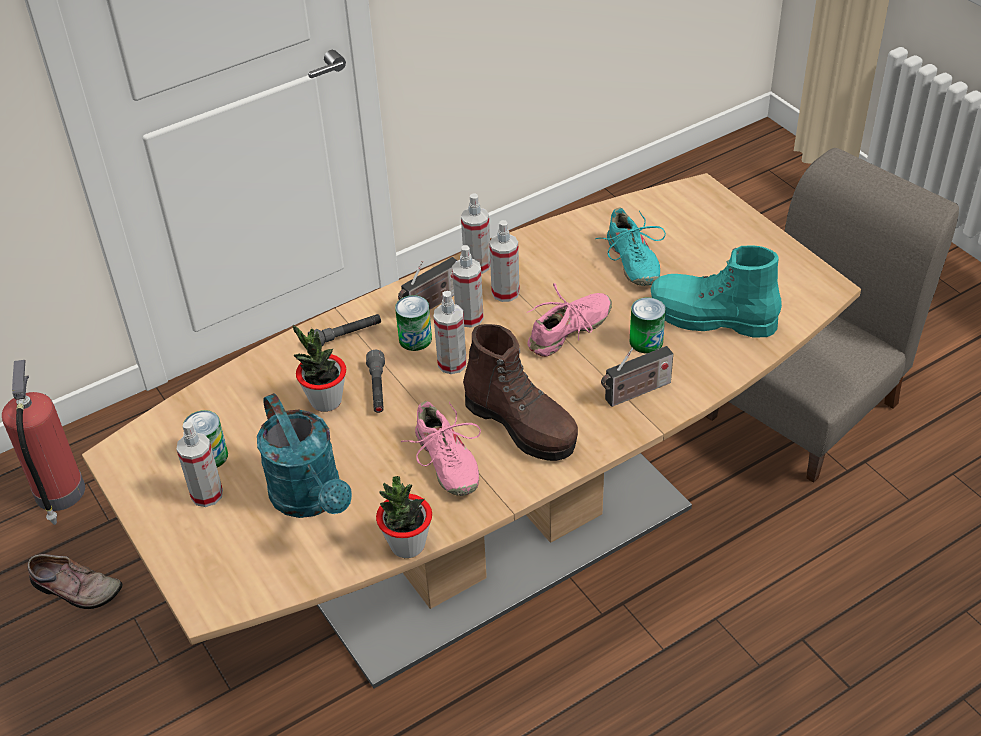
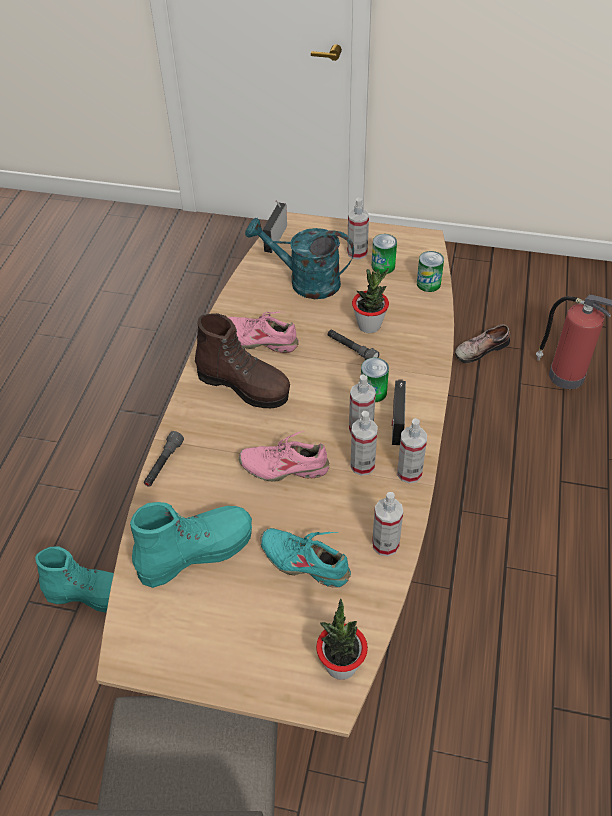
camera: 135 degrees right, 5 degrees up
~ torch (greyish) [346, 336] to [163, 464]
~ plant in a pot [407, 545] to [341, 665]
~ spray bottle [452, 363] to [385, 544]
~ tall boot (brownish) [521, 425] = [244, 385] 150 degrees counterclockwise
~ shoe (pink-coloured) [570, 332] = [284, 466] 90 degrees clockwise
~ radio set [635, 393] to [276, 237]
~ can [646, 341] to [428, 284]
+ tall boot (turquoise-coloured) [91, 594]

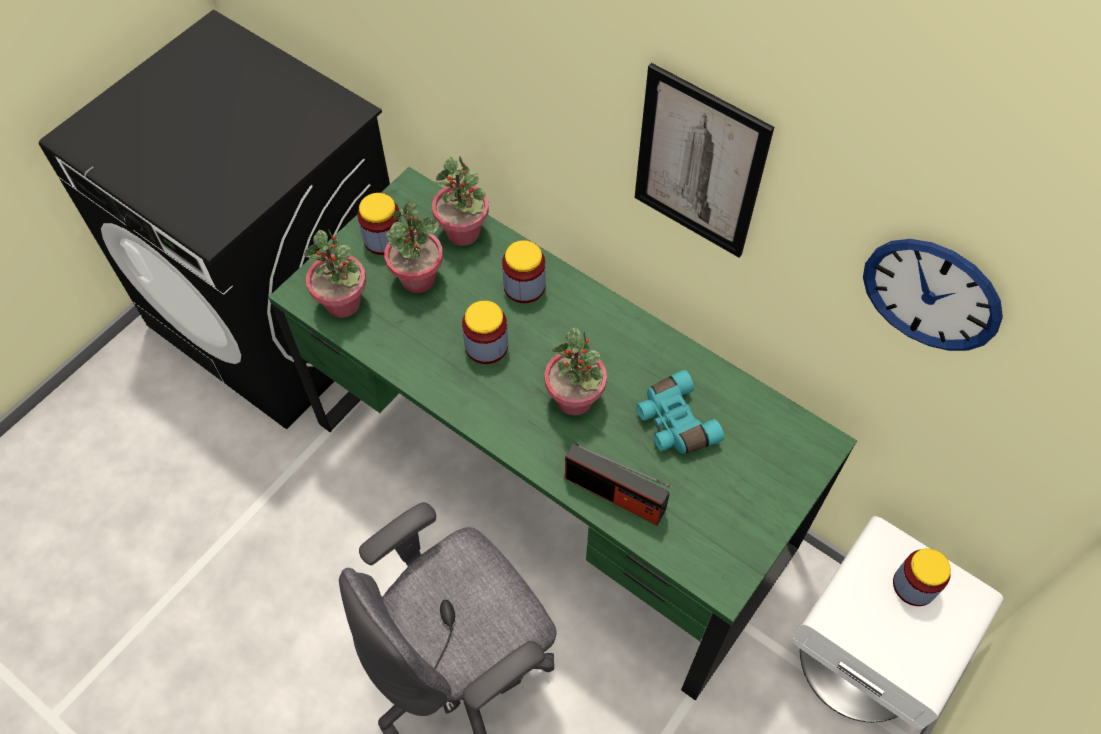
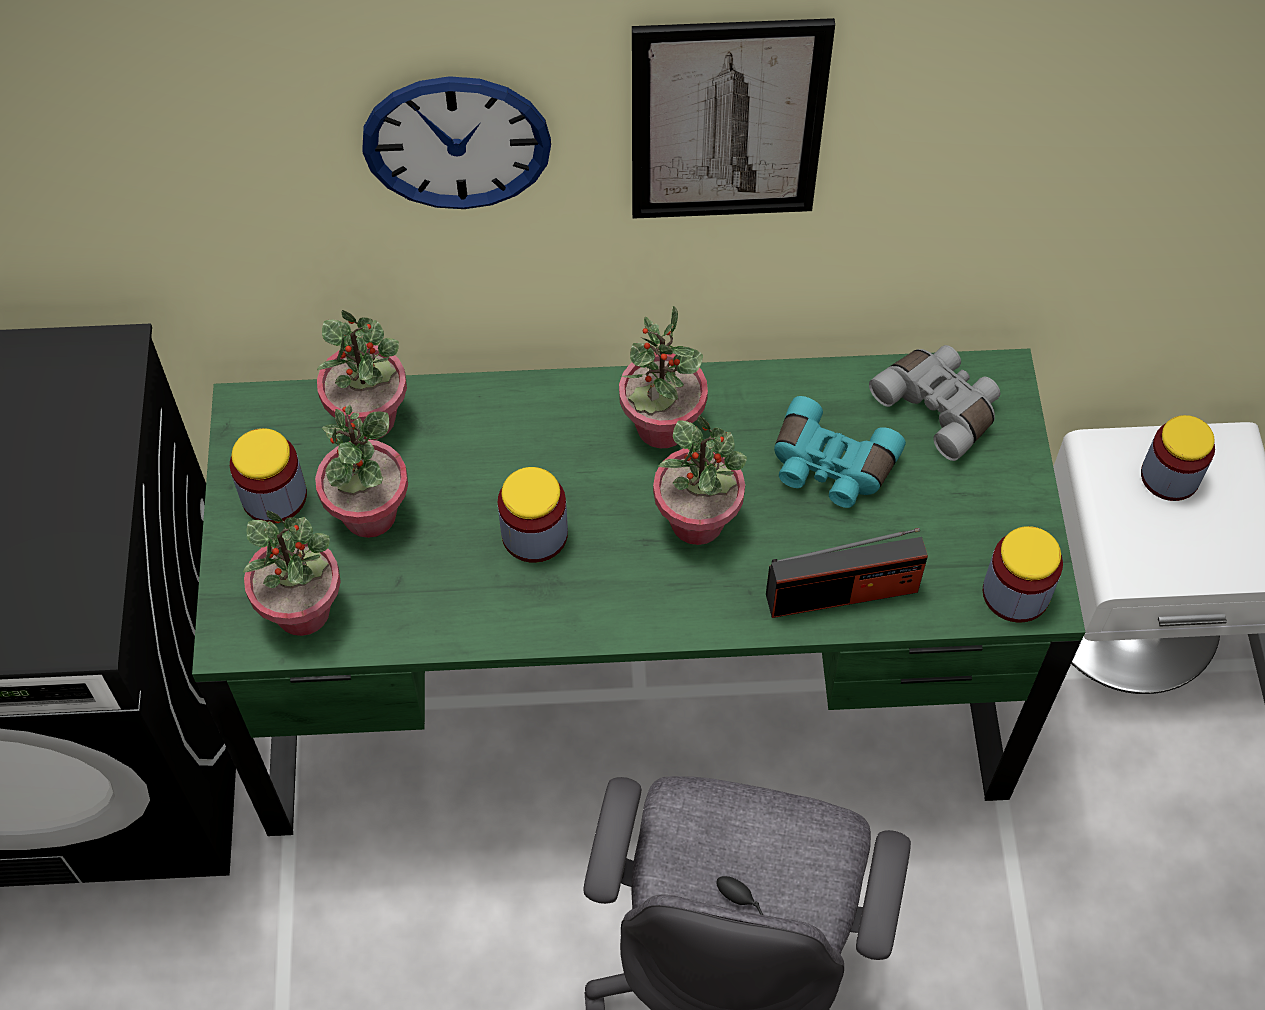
camera: 40 degrees left, 0 degrees up
~ storage jar [524, 286] to [1016, 593]
~ hanging clock [931, 294] to [456, 142]
+ plant in a pot [661, 427]
+ pair of binoculars (greyish) [940, 406]

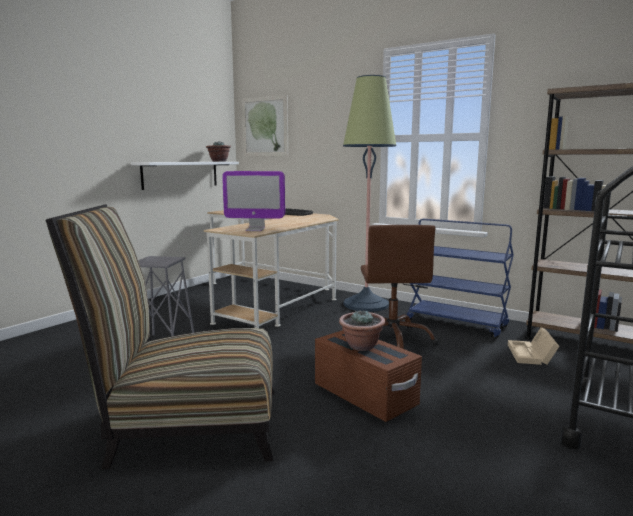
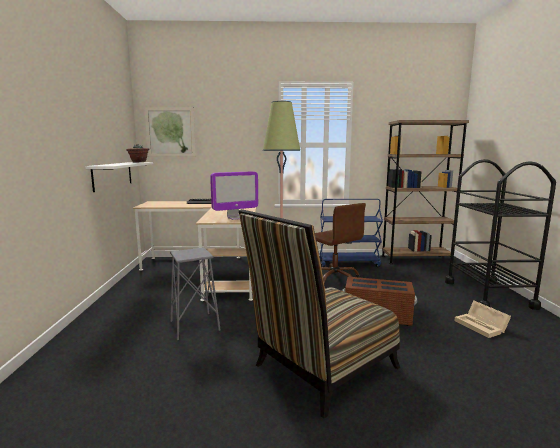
camera: 35 degrees left, 0 degrees up
- plant in a pot [361, 346]
~ storage container (beige-coloured) [531, 355] to [482, 326]

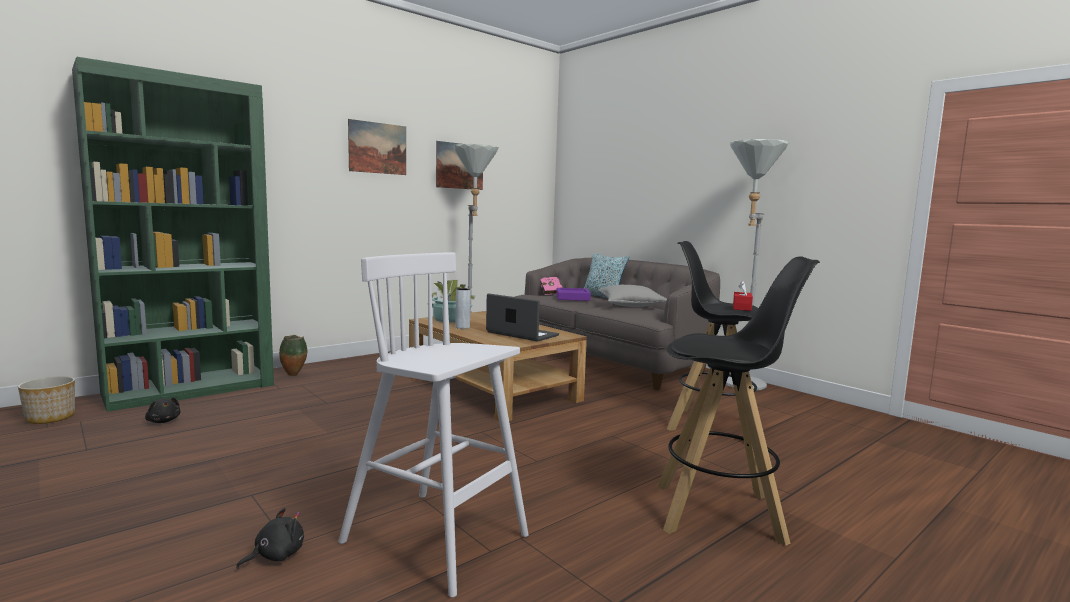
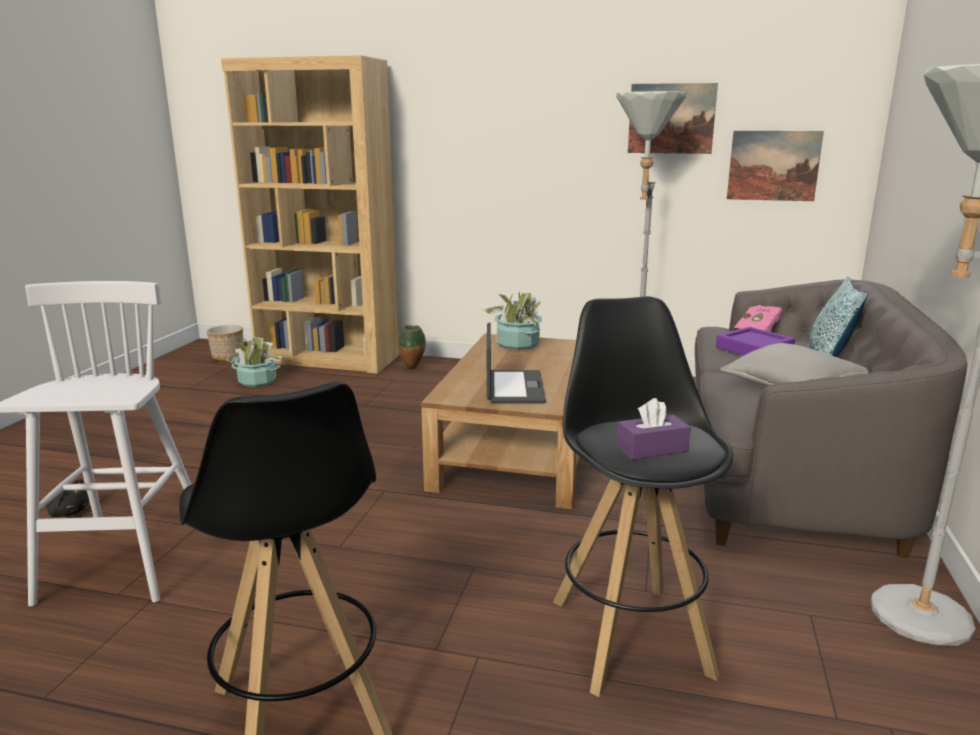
camera: 55 degrees right, 10 degrees up
~ bookshelf (green-coloured) [191, 389] to bookshelf (brownish) [328, 359]
~ plush toy (blackish) [163, 421] to plant in a pot [257, 381]
~ picture [377, 148] to [773, 165]
- flower vase (greyish) [462, 327]
~ box of tissues (red) [742, 307] to box of tissues (purplish) [652, 449]

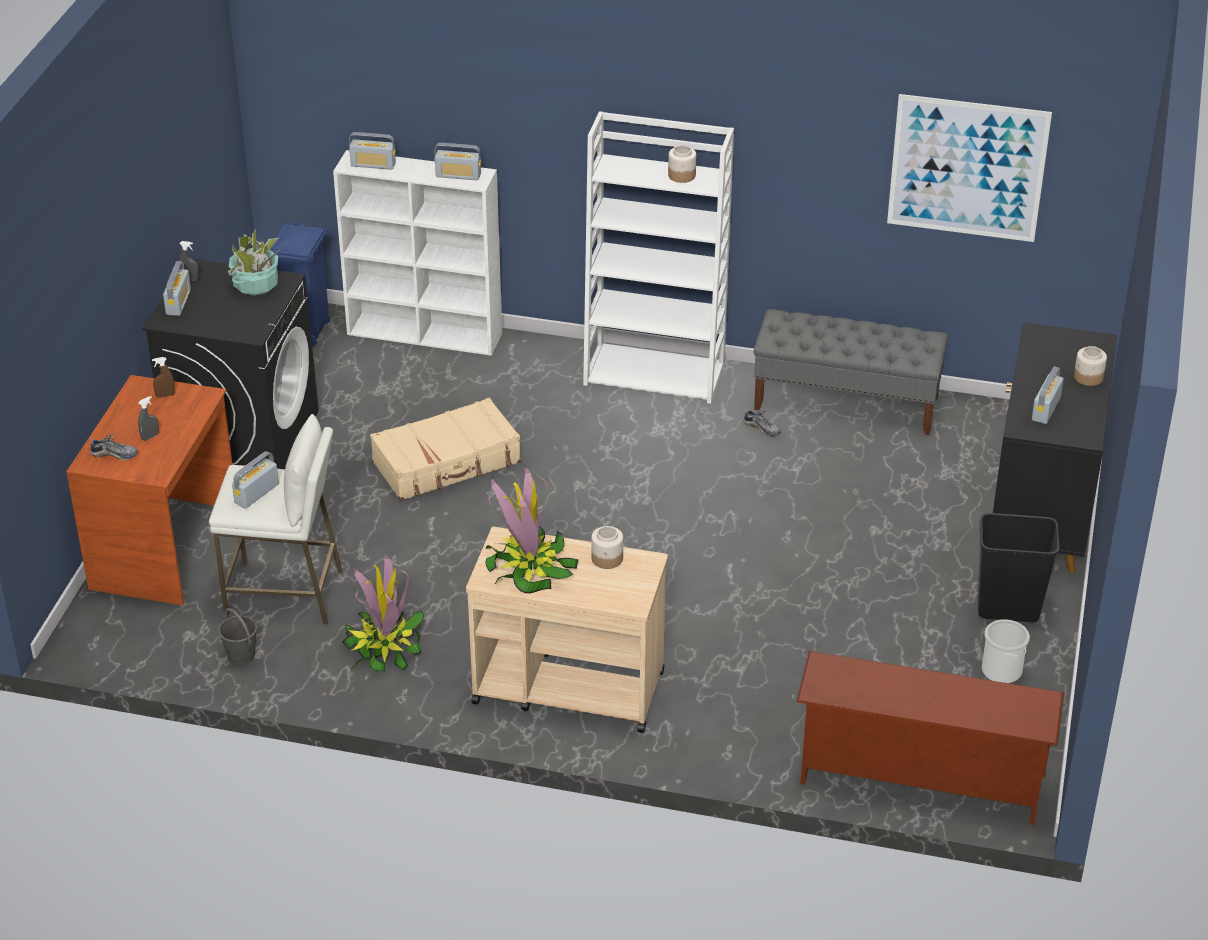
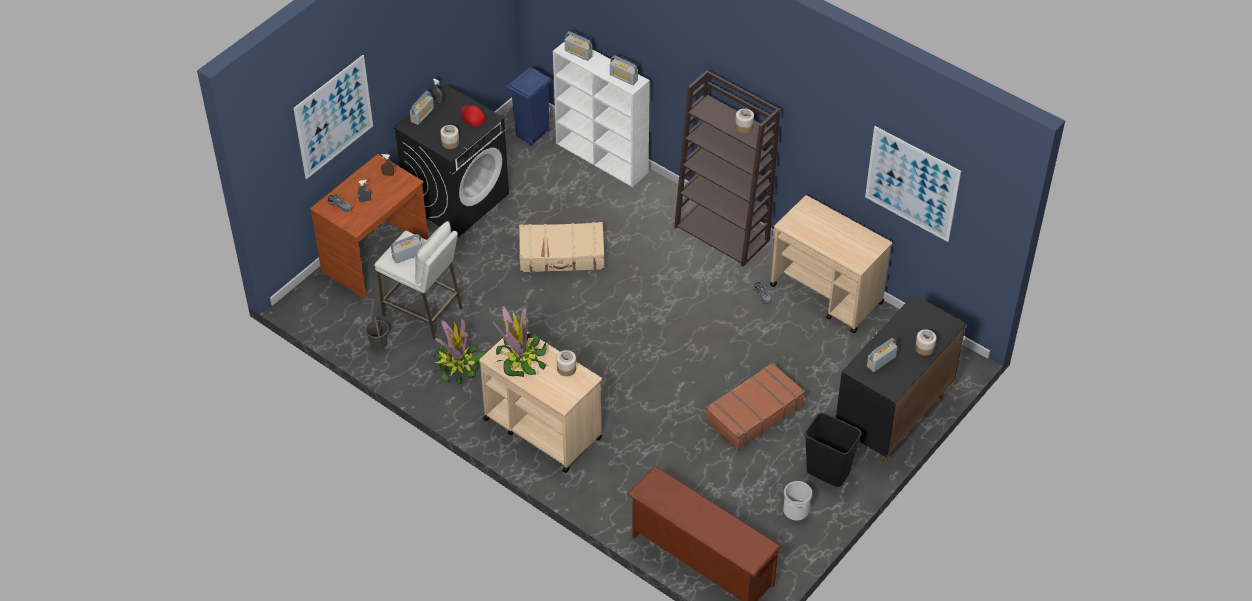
camera: 25 degrees right, 10 degrees up
~ plant in a pot [256, 284] to baseball cap (red) [472, 116]
~ bookshelf (white) [656, 373] to bookshelf (brownish) [723, 233]
~ indoor bench (greyish) [847, 403] to wheeled cart (beige-coloured) [827, 295]
+ picture [334, 117]
+ storage jar [450, 143]
+ suitcase (brownish) [753, 413]

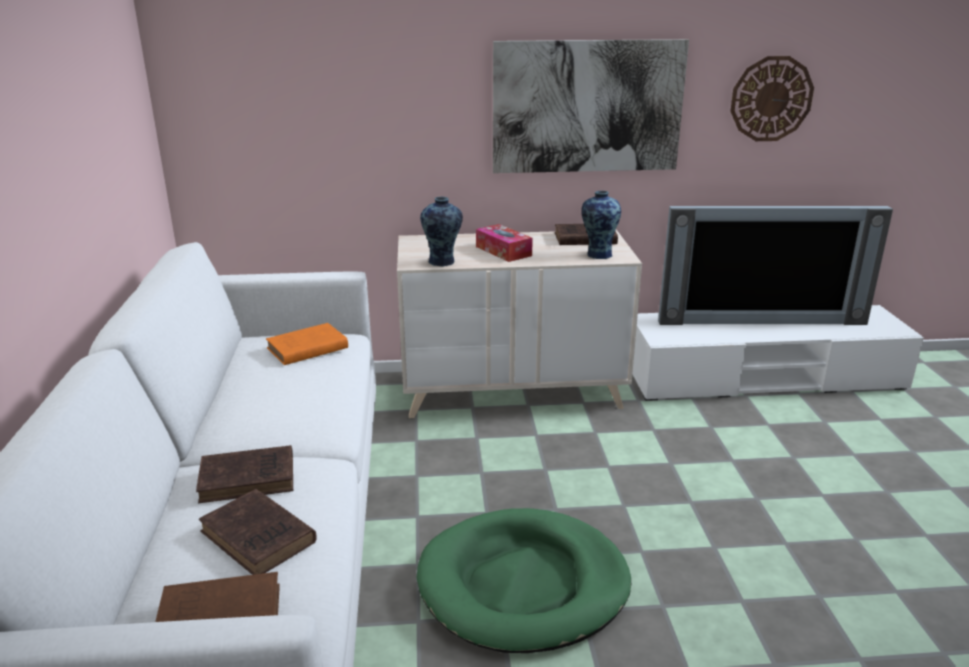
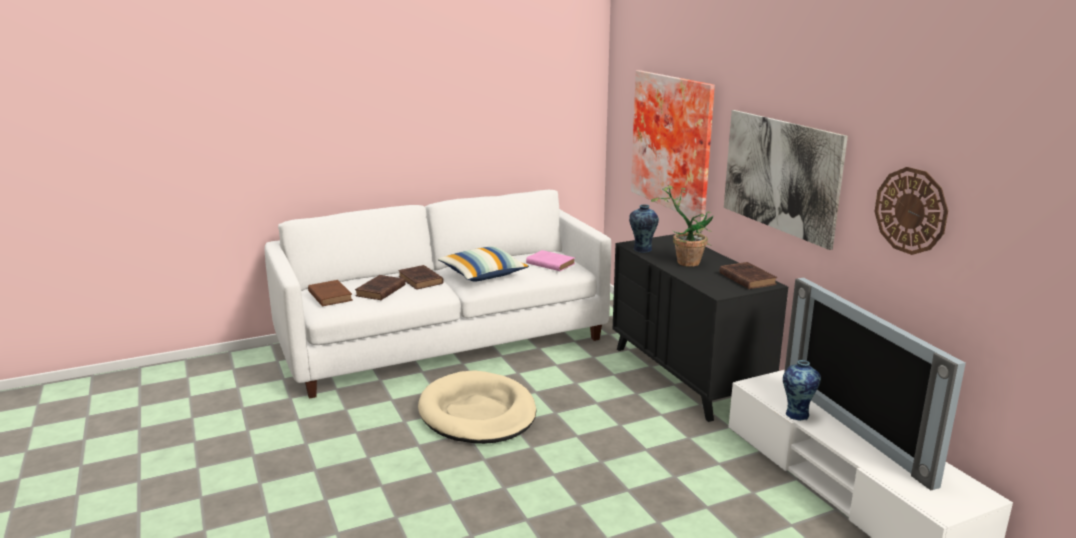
camera: 70 degrees right, 5 degrees down
~ book (orange-coloured) [305, 349] to book (pink-coloured) [549, 263]
~ drawer chest (beige-coloured) [513, 391] to drawer chest (blackish) [687, 376]
~ dog cushion (green-coloured) [523, 585] to dog cushion (beige-coloured) [477, 413]
~ box of tissues [503, 251] to plant in a pot [684, 261]
~ flower vase [598, 254] to [797, 414]
+ pillow [483, 274]
+ picture [674, 142]

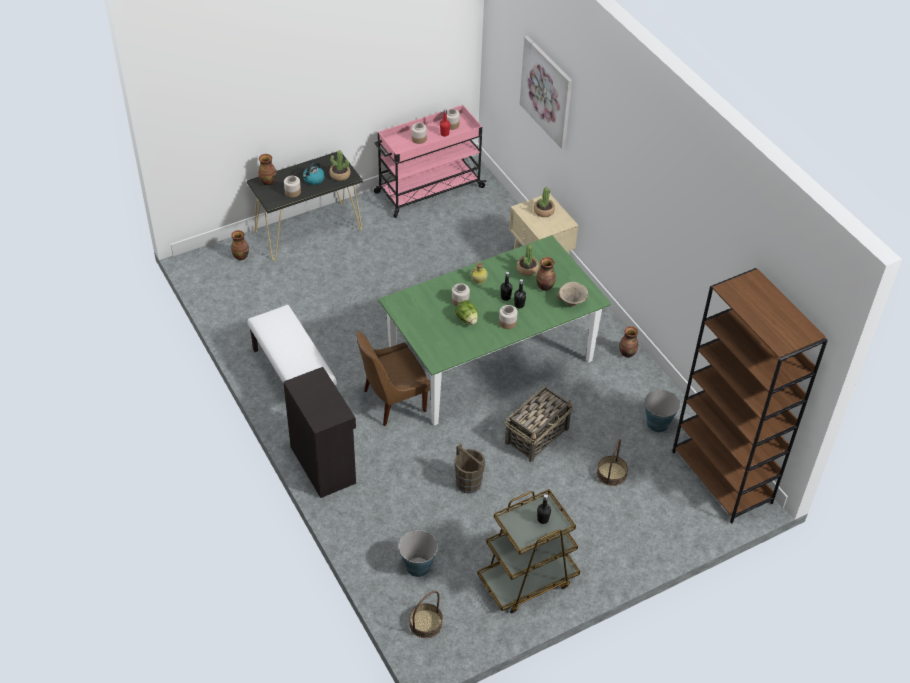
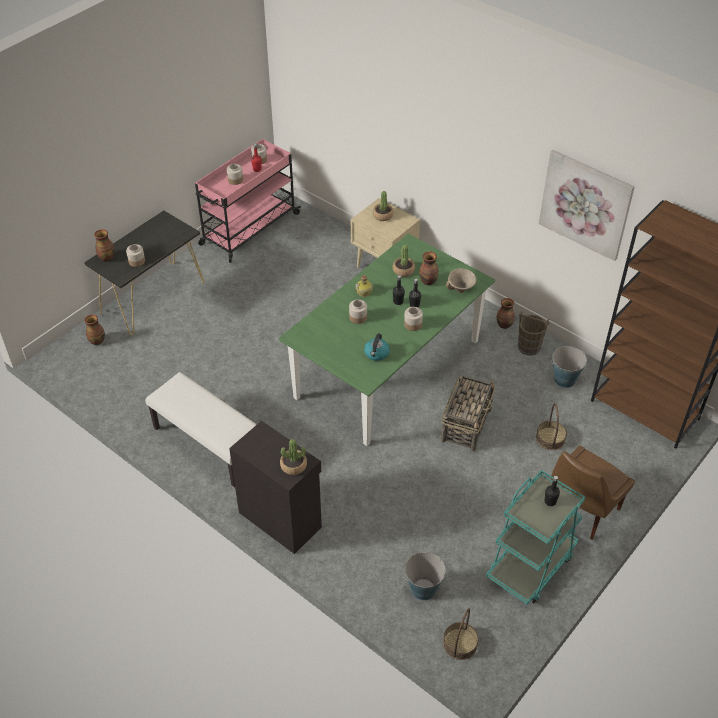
camera: 20 degrees left, 0 degrees up
~ water kettle [313, 179] to [376, 354]
~ plant in a pot [340, 175] to [293, 466]
~ chair (brownish) [392, 402] to [581, 510]
~ pail (brownish) [468, 483] to [529, 347]
- head of lettuce [467, 319]
~ wheeled cart (brownish) [527, 580] to wheeled cart (turquoise-coloured) [530, 565]
~ picture [546, 91] to [585, 204]

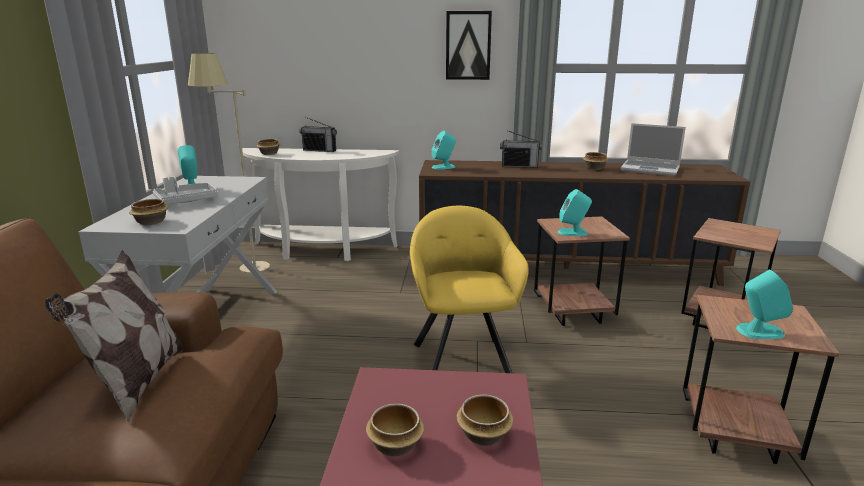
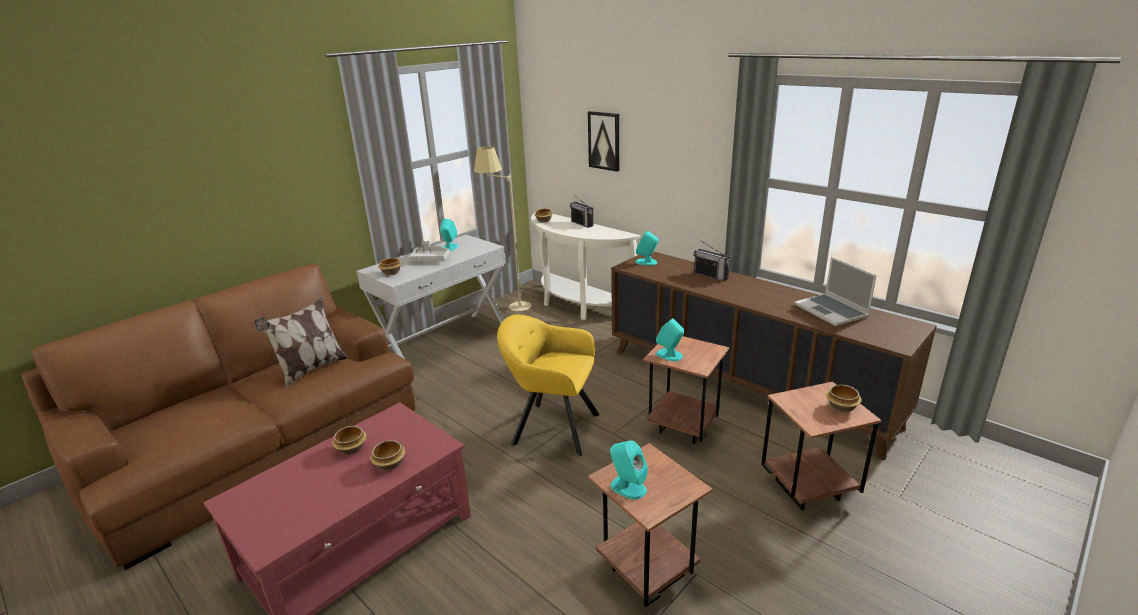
camera: 40 degrees right, 5 degrees up
~ armchair (yellowish) [462, 360] = [552, 427] 105 degrees counterclockwise
~ picture [468, 45] to [604, 141]
~ bowl [595, 168] to [842, 407]

